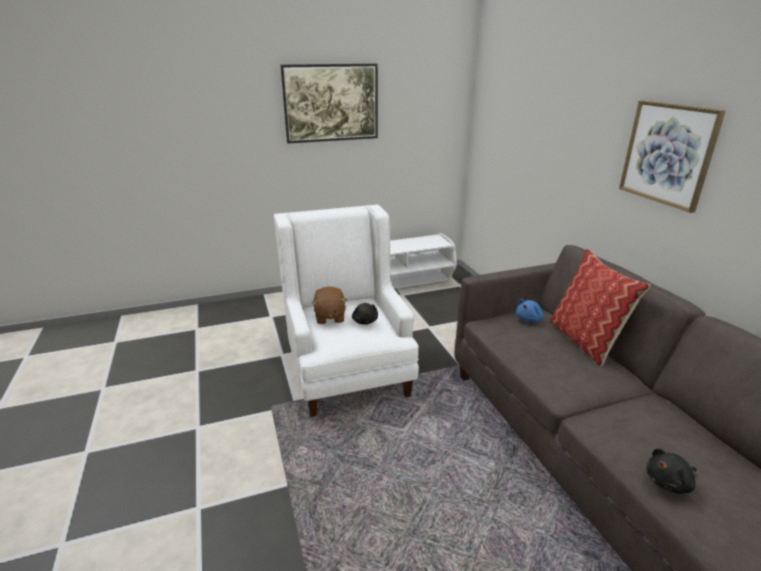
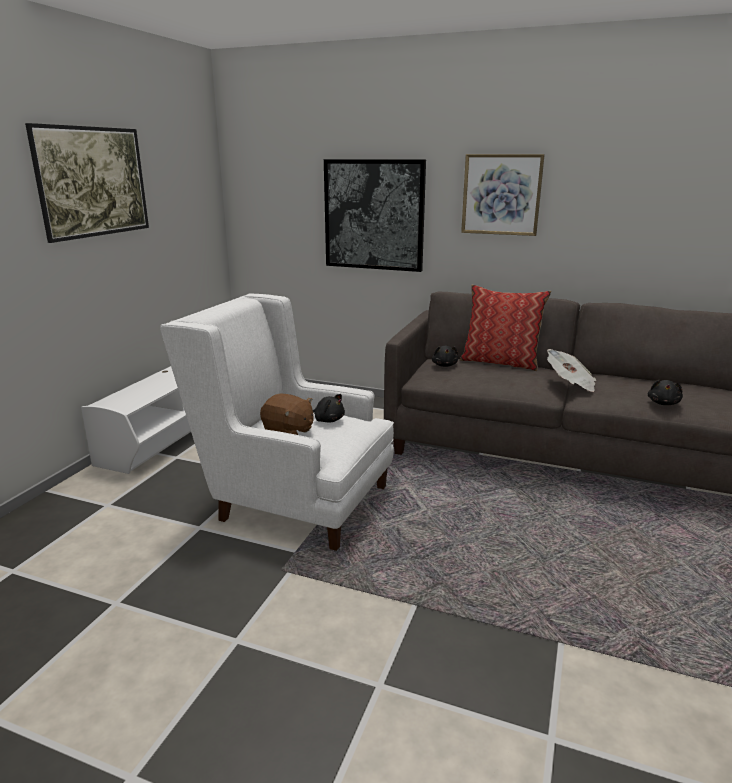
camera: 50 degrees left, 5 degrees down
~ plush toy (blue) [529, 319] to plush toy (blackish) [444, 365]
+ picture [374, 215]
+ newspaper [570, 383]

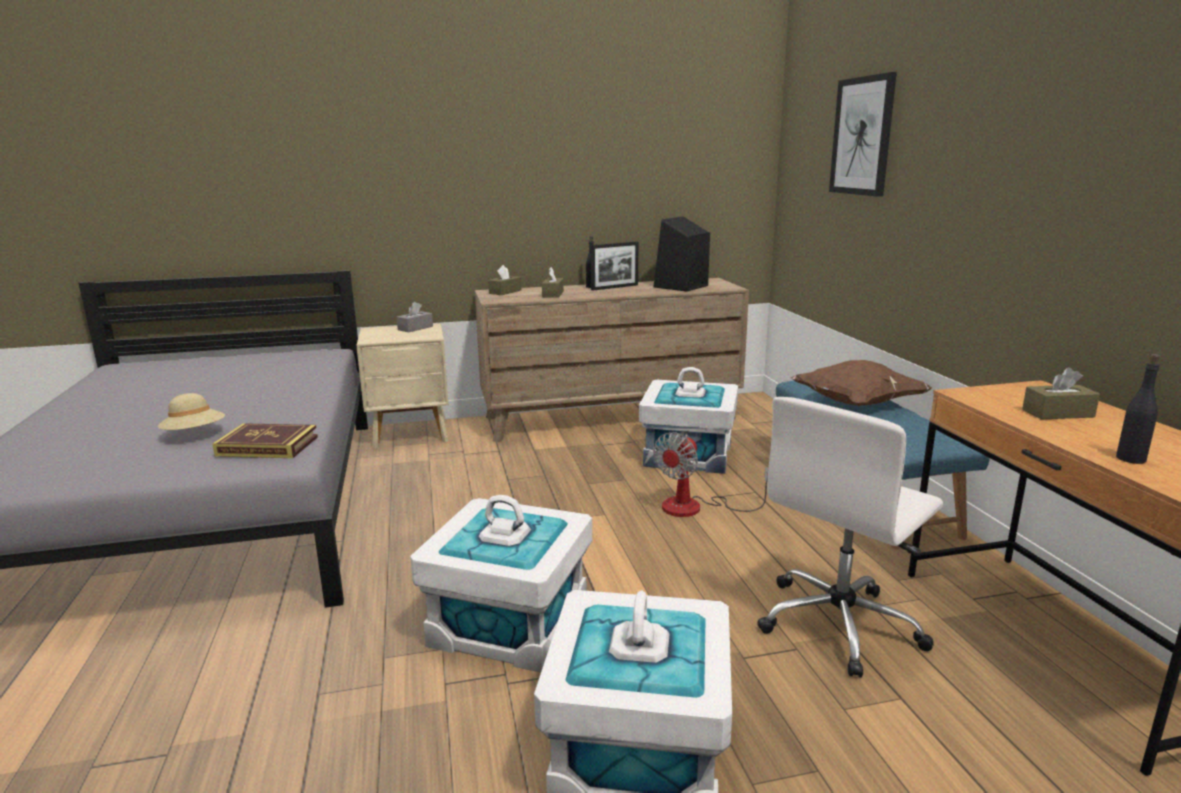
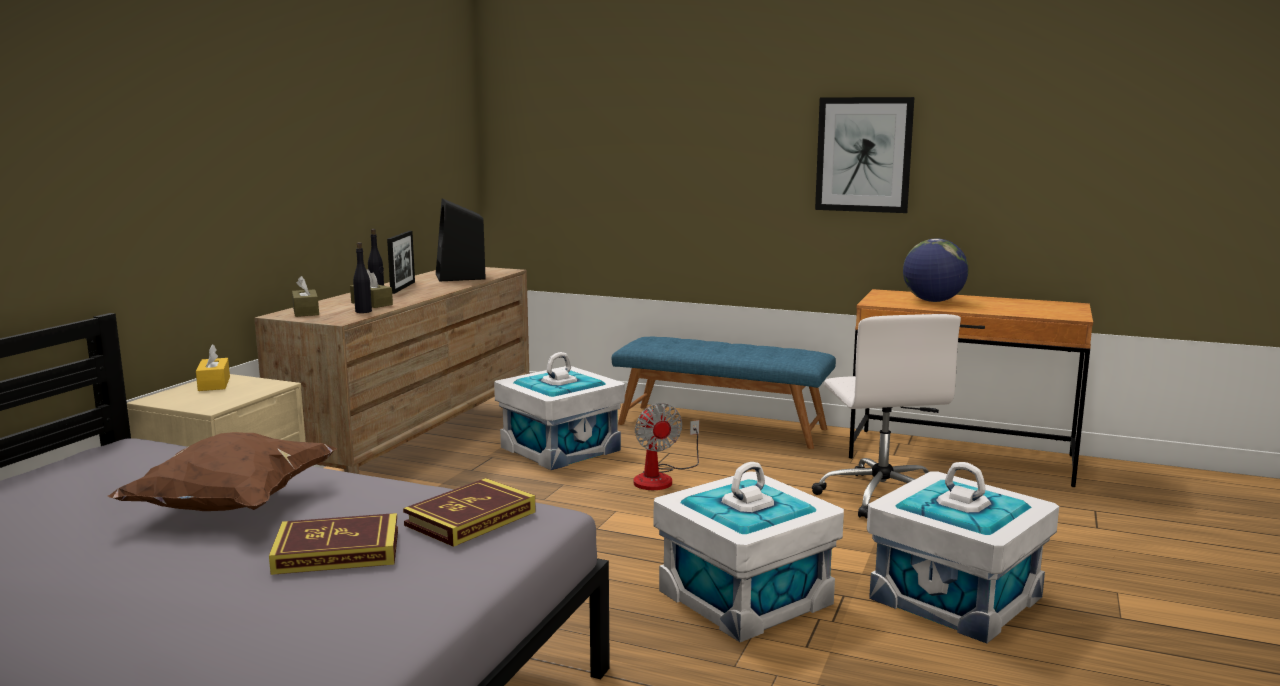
camera: 55 degrees left, 5 degrees down
~ hat (beige-coloured) [194, 435] to book [337, 551]
~ box of tissues (greyish) [415, 328] to box of tissues (yellowish) [214, 384]
~ pillow (brownish) [857, 404] to [232, 506]
~ picture [862, 136] to [863, 154]
~ box of tissues (brownish) [1058, 413] to desk globe [933, 301]
~ beverage bottle (blackish) [1130, 459] to [363, 311]

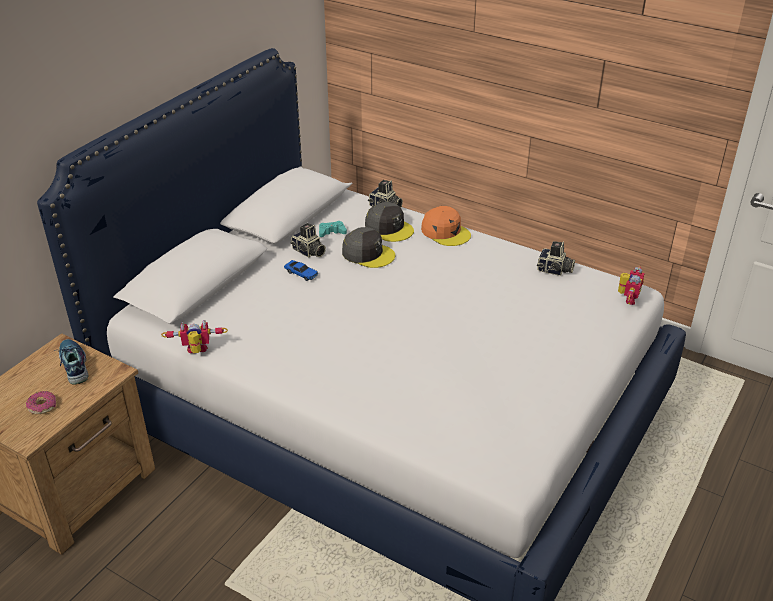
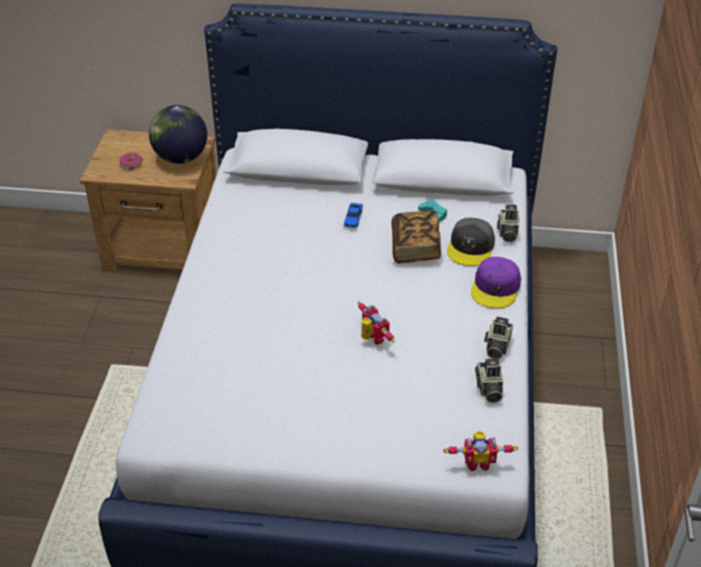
camera: 65 degrees right, 5 degrees up
~ shoe [73, 366] to desk globe [181, 158]
~ toy robot [197, 352] to [372, 339]
~ photo camera [308, 252] to [496, 347]
~ baseball cap (greyish) [368, 254] to book [415, 248]
~ baseball cap (orange-coloured) [445, 232] to baseball cap (purplish) [496, 288]

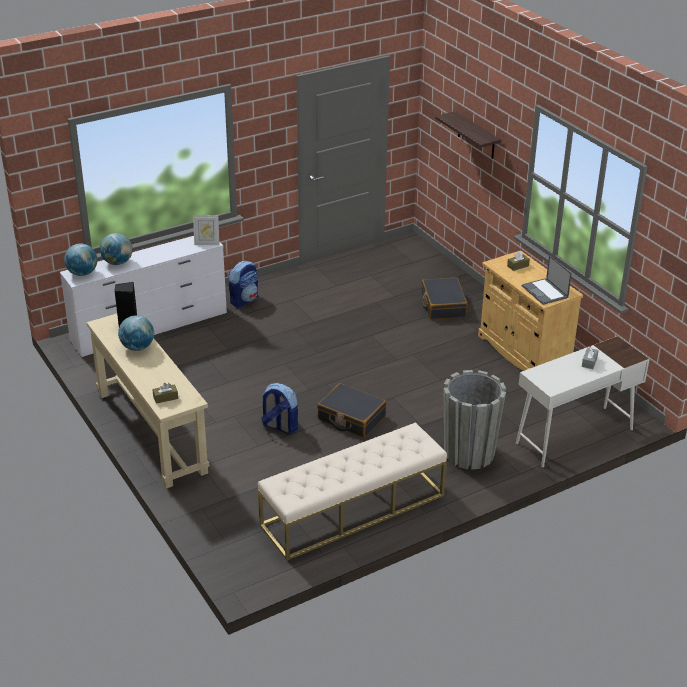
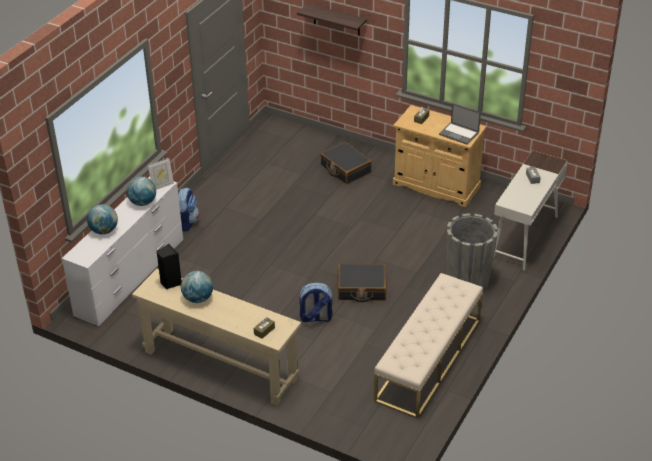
camera: 30 degrees left, 5 degrees up
~ desk globe [82, 273] to [143, 202]

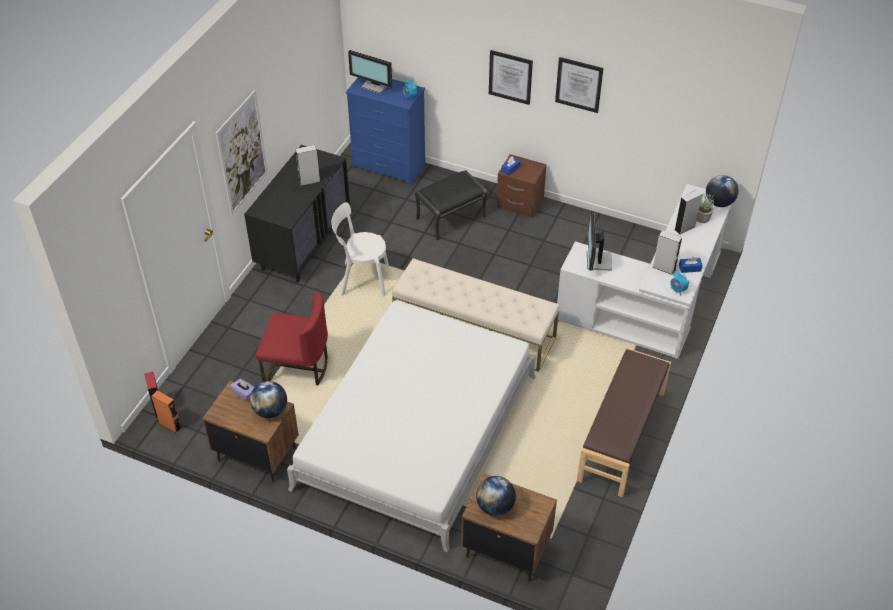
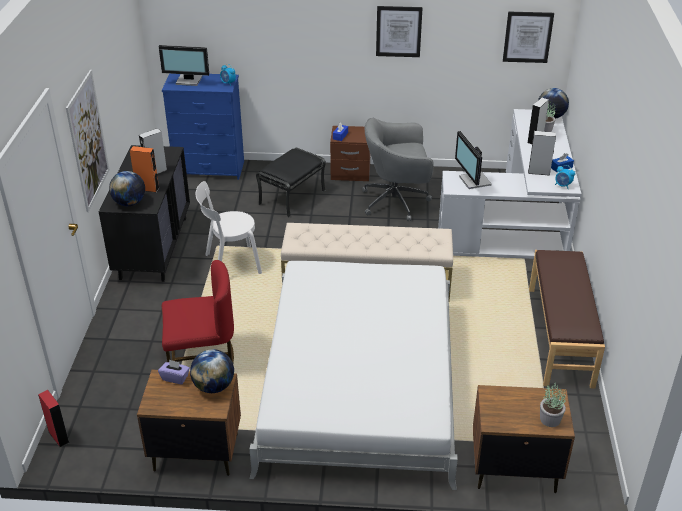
camera: 20 degrees left, 10 degrees down
~ audio speaker (orange-coloured) [170, 426] to [147, 188]
~ desk globe [495, 507] to [129, 203]
~ picture [510, 77] to [527, 37]
+ office chair (greyish) [397, 201]
+ plant in a pot [549, 419]

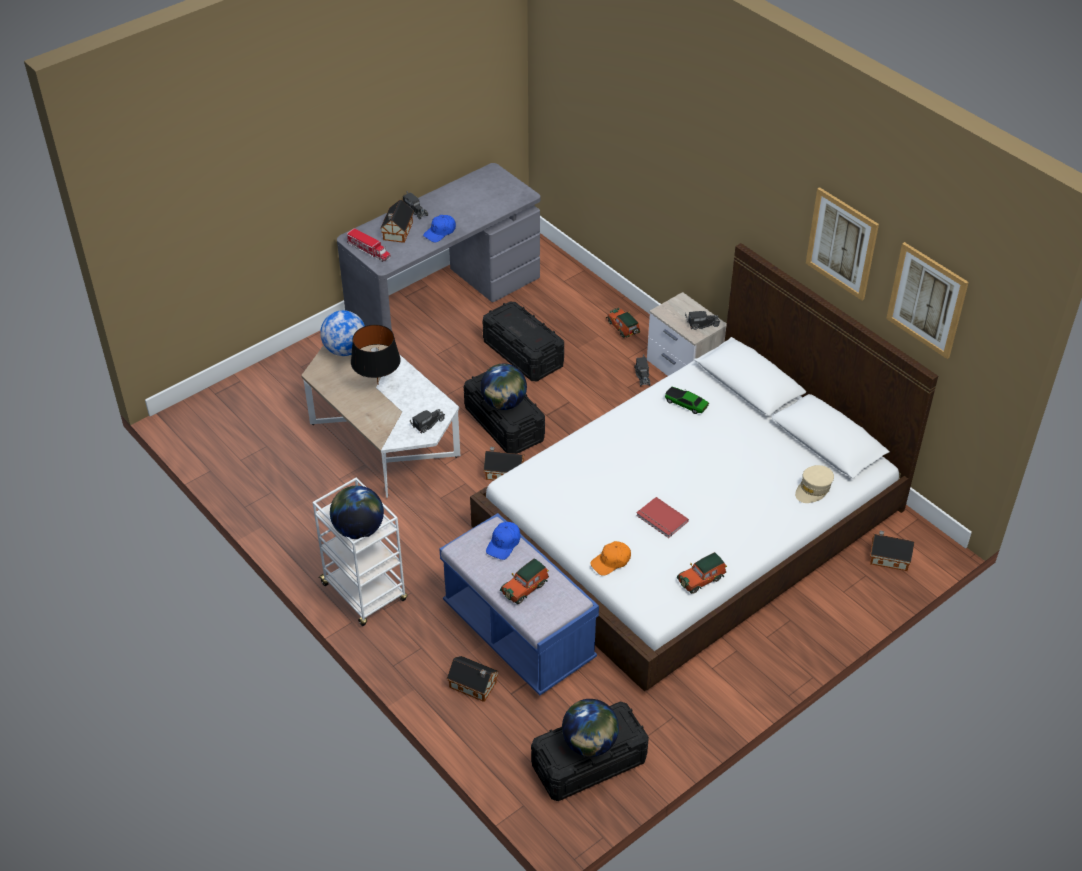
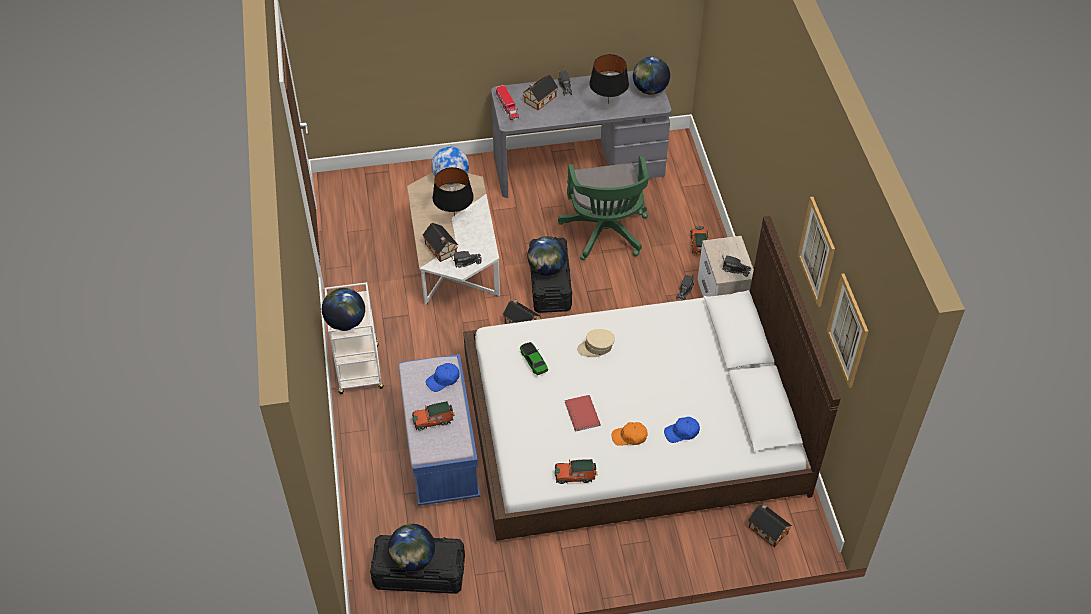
camera: 30 degrees right, 5 degrees up
~ baseball cap (blue) [440, 232] to [681, 432]
~ toy house [474, 686] to [441, 249]
~ storage container (blackish) [523, 354] to office chair (green-coloured) [605, 234]
~ baseball cap (orange-coloured) [611, 562] to [629, 437]
~ miniature car [686, 404] to [534, 362]
~ baseball cap (beige-coloured) [813, 489] to [596, 347]
+ lamp for a table (blackish) [608, 103]
+ desk globe [650, 89]

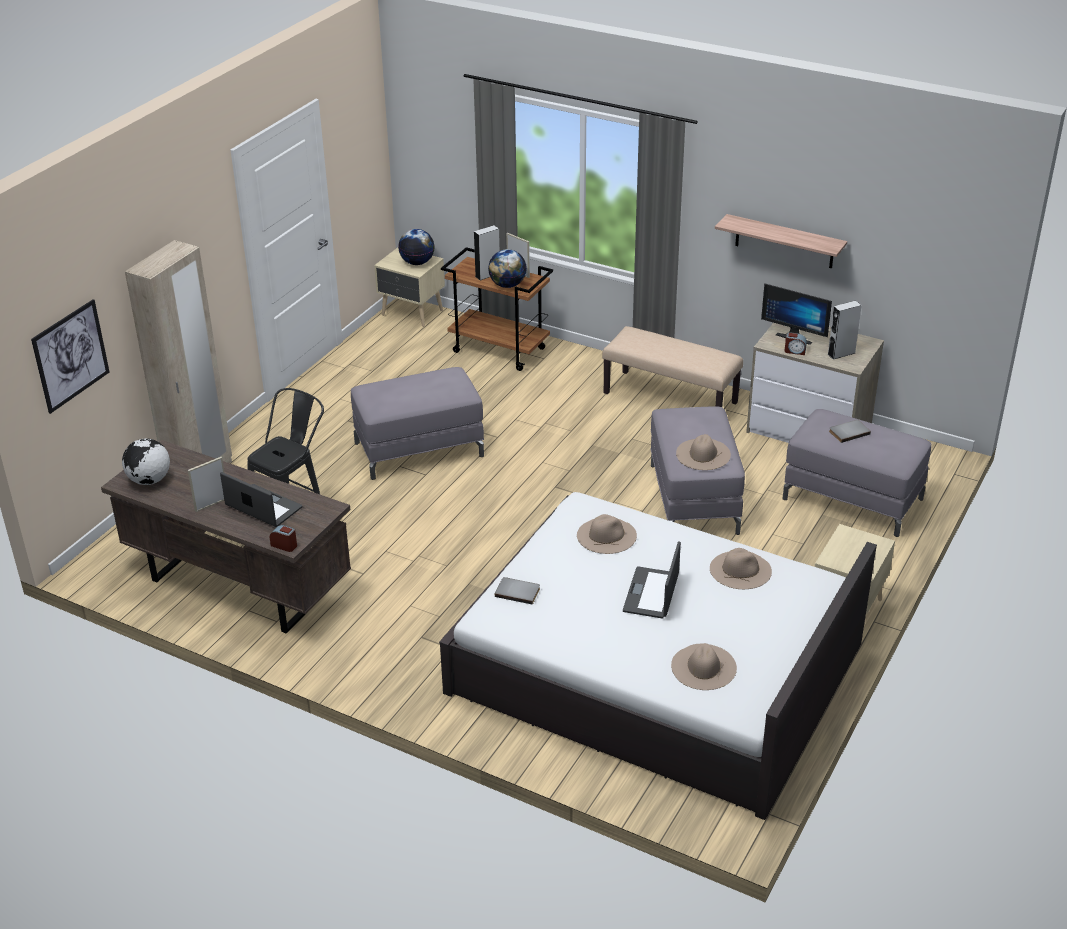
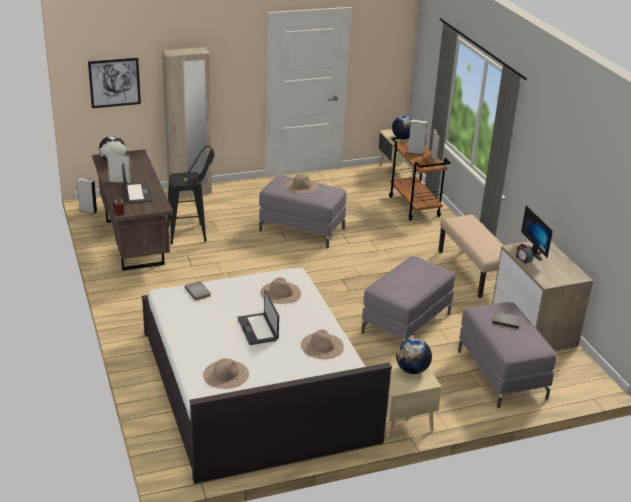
camera: 40 degrees right, 5 degrees down
~ desk globe [507, 285] to [412, 370]
~ portable computer [652, 593] = [258, 329] 75 degrees counterclockwise
~ hat (beige-coloured) [703, 454] to [301, 186]
- shelf [784, 241]
~ audio speaker (greyish) [841, 353] to [88, 210]

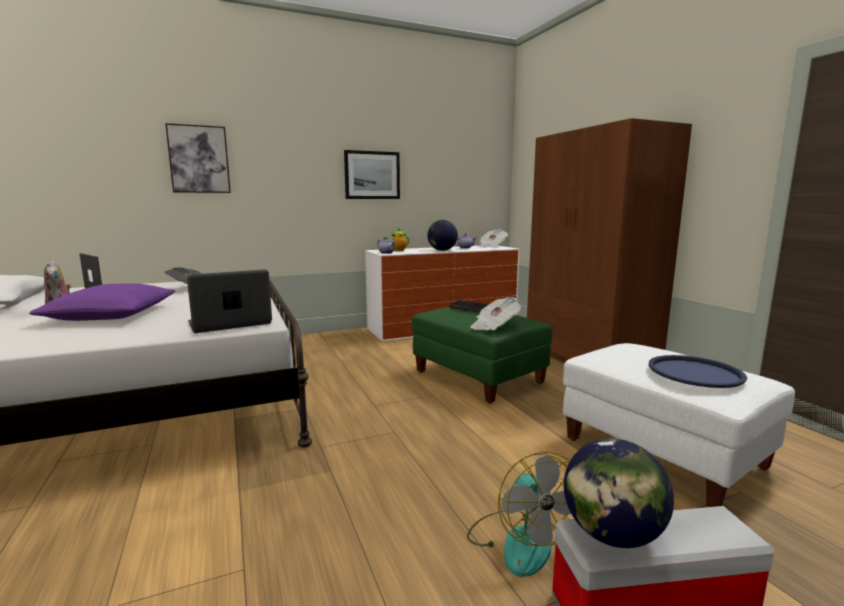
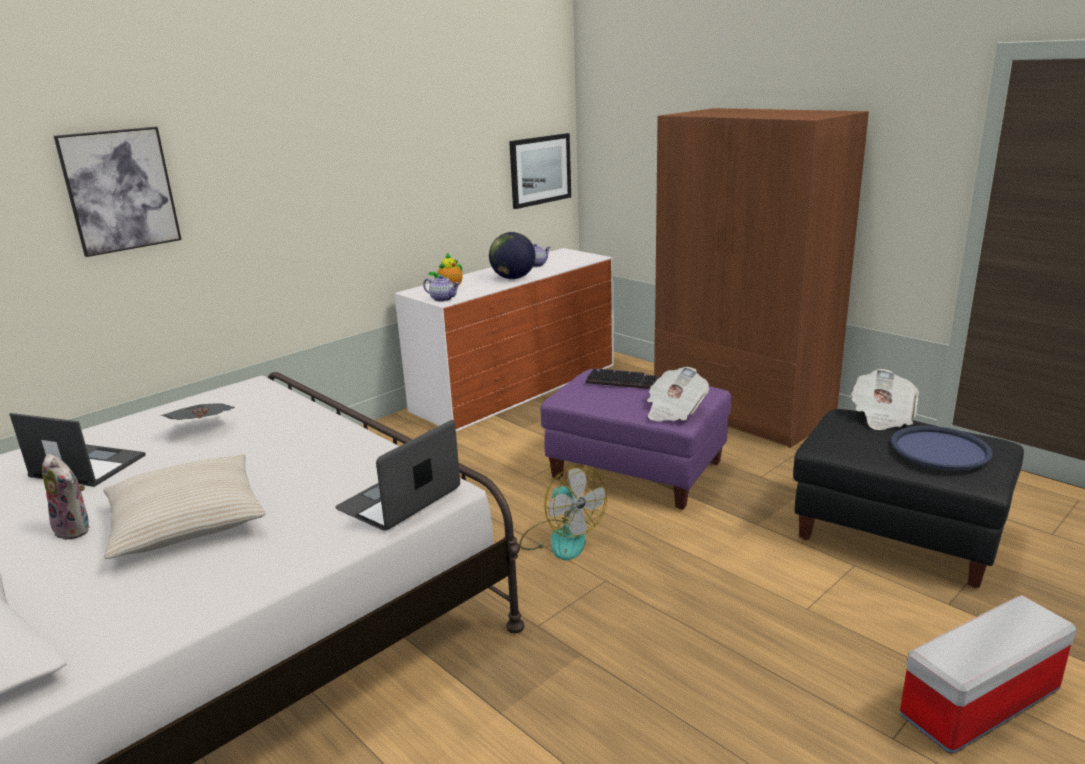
camera: 20 degrees left, 10 degrees up
~ pillow (purplish) [111, 315] to pillow (beige-coloured) [186, 521]
~ picture [372, 175] to [540, 170]
~ footrest (green-coloured) [478, 377] to footrest (purplish) [636, 471]
~ fan [520, 540] to [561, 539]
~ newspaper [491, 246] to [882, 416]
~ footrest (white) [662, 453] to footrest (blackish) [897, 533]
- desk globe [611, 535]

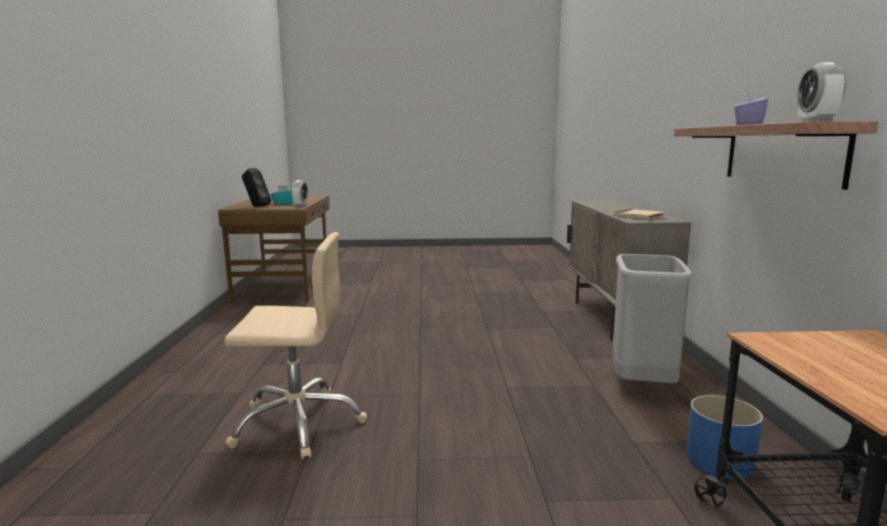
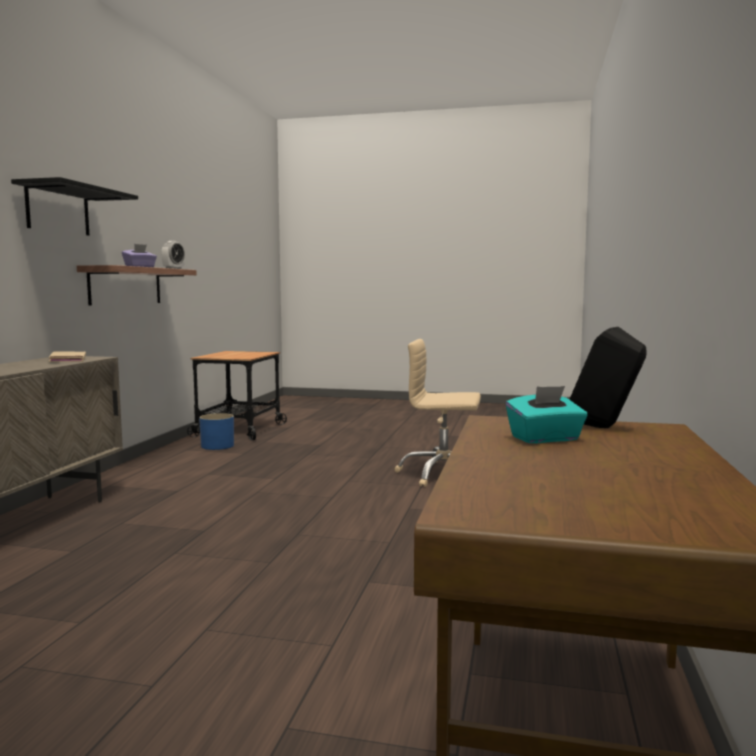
camera: 165 degrees left, 5 degrees down
- table clock [300, 205]
- waste bin (greyish) [643, 383]
+ shelf (blackish) [58, 210]

